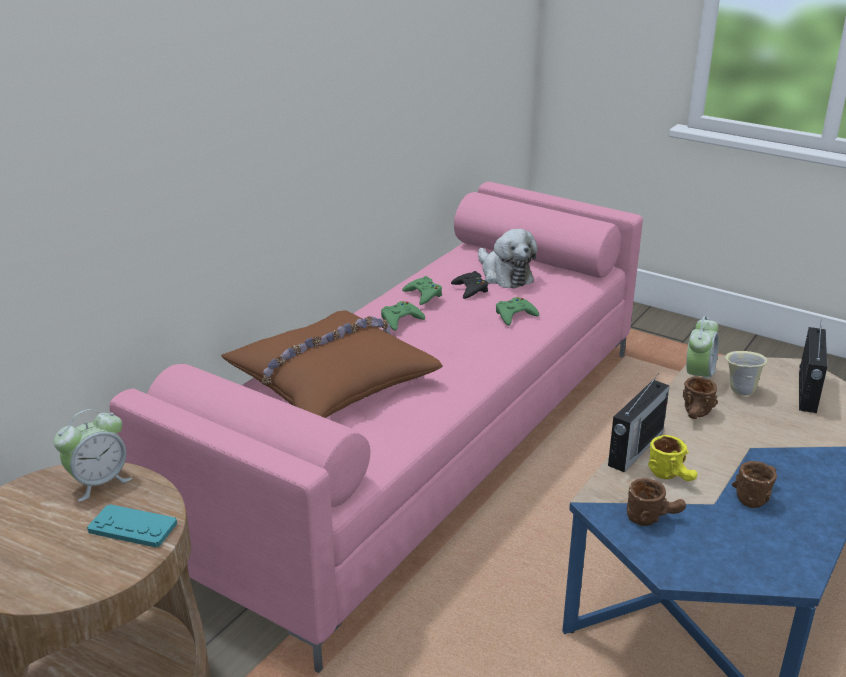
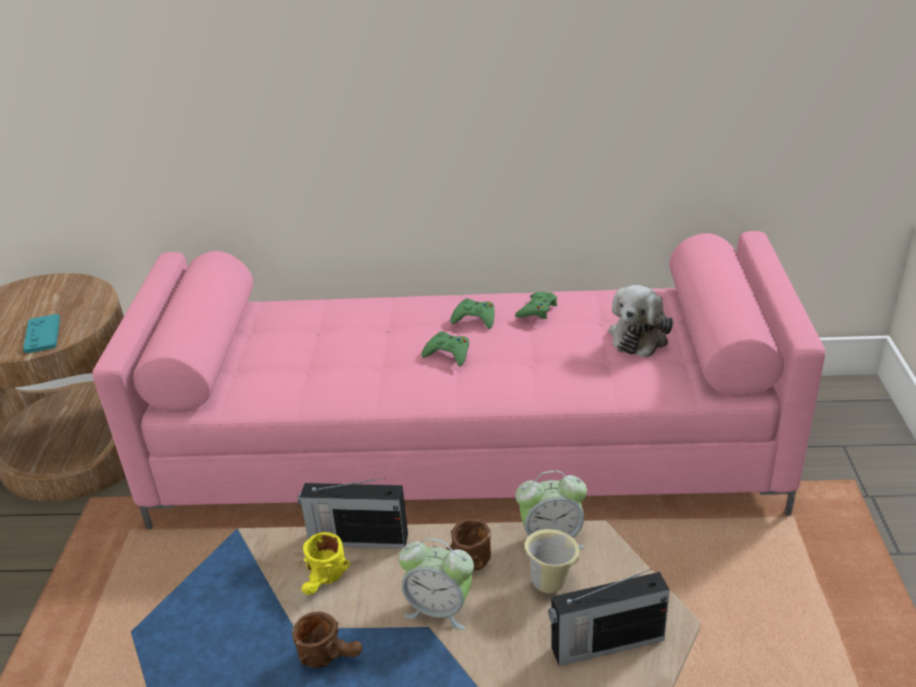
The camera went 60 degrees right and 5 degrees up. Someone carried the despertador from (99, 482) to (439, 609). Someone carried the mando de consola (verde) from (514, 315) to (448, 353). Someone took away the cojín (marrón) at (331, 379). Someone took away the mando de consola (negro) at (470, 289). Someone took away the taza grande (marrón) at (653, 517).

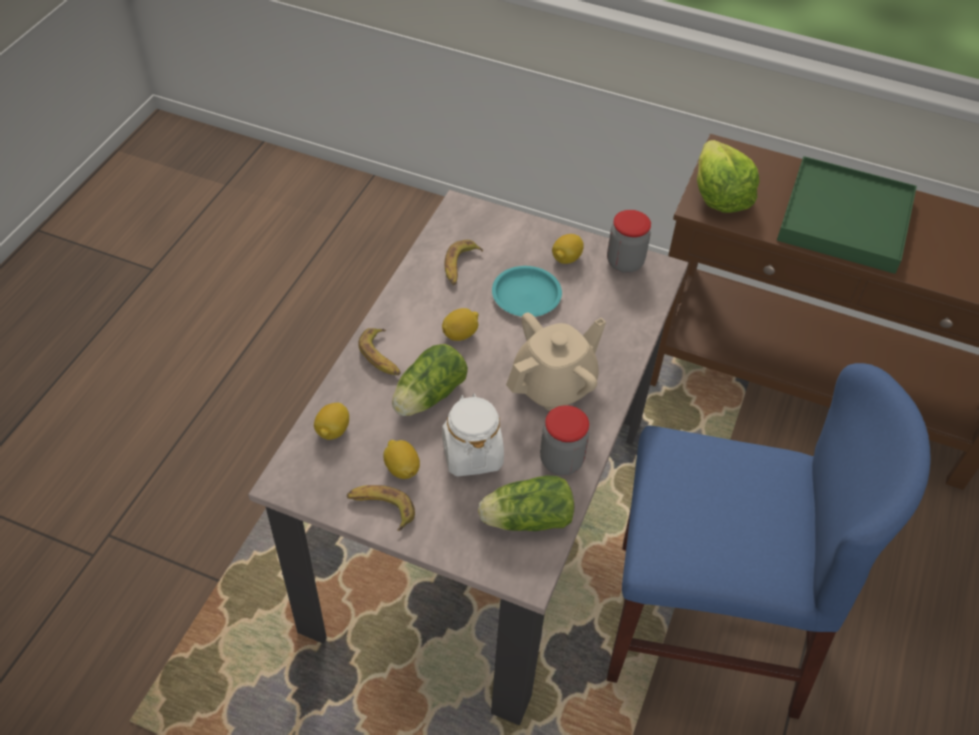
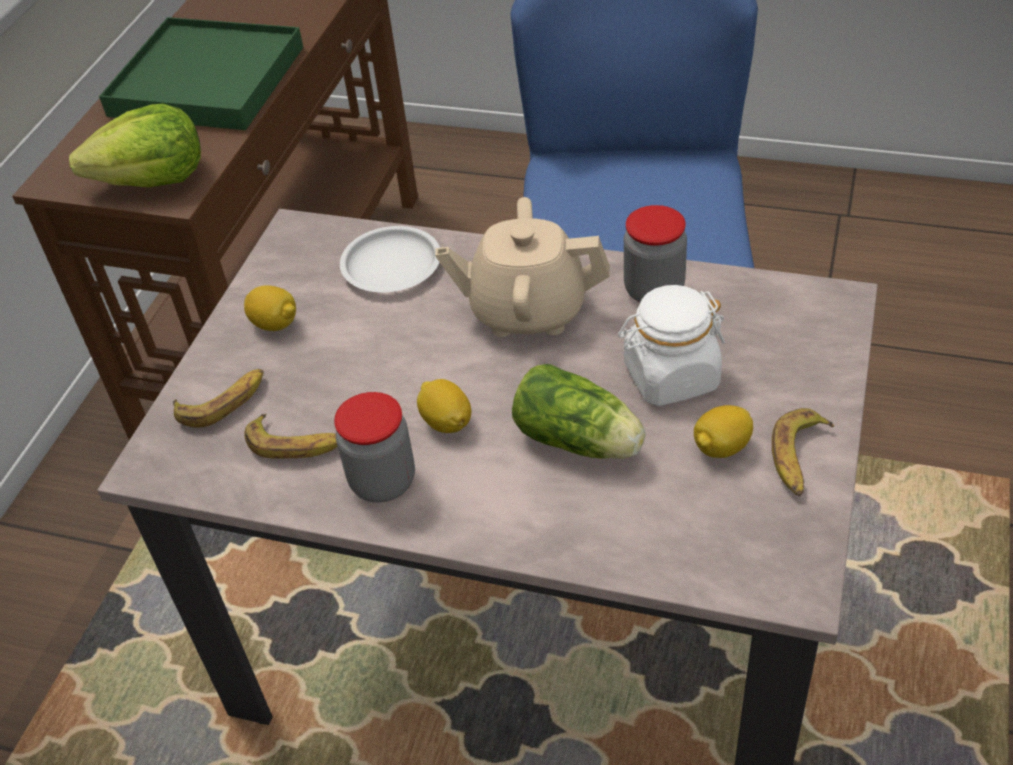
The camera went 90 degrees left and 5 degrees down. Someone carried the plátano from (381, 357) to (223, 402). Someone carried the tarro from (625, 262) to (383, 482). Someone put down the plato (blanco) at (392, 265). Someone rotated the tetera (beis) at (554, 384) by 45 degrees counterclockwise. Someone took away the limón at (333, 430). Someone took away the lechuga at (524, 519). Someone took away the plato (turquesa) at (527, 295).

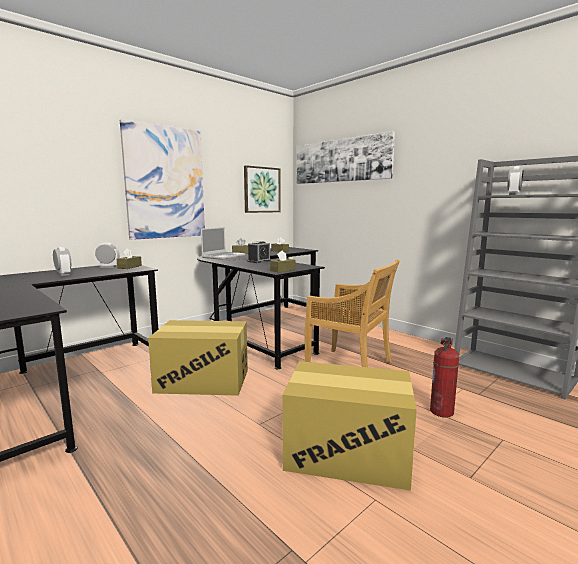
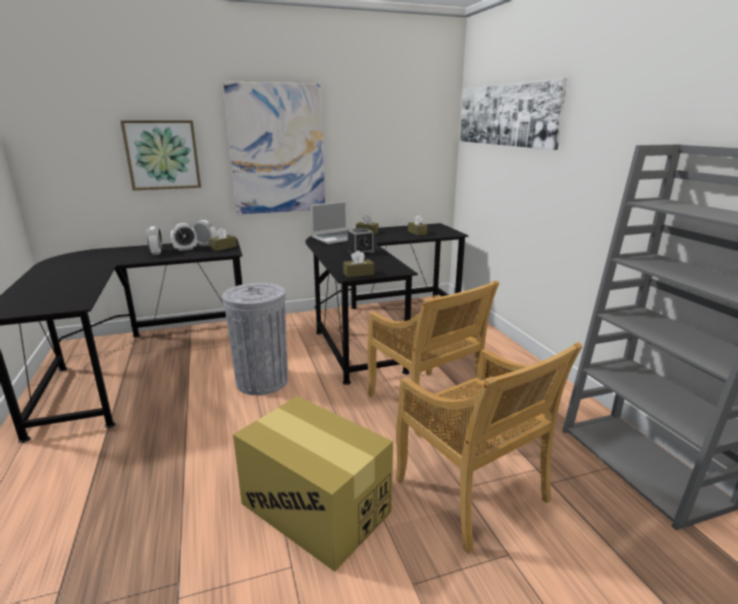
The camera went 25 degrees right and 10 degrees up. Someone carried the cuadro from (261, 190) to (162, 155). Someone carried the despertador from (513, 195) to (185, 249). Someone swapped the caja de cartón at (202, 381) for the papelera (gris) at (262, 381). Someone swapped the extintor at (442, 412) for the silla (beis) at (472, 492).

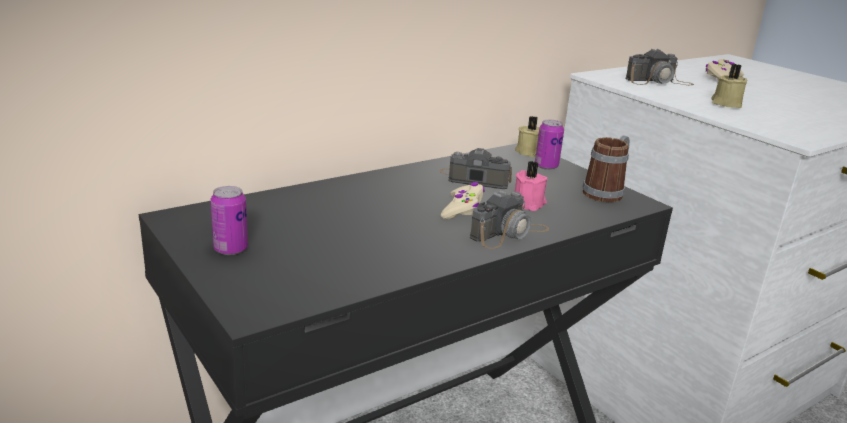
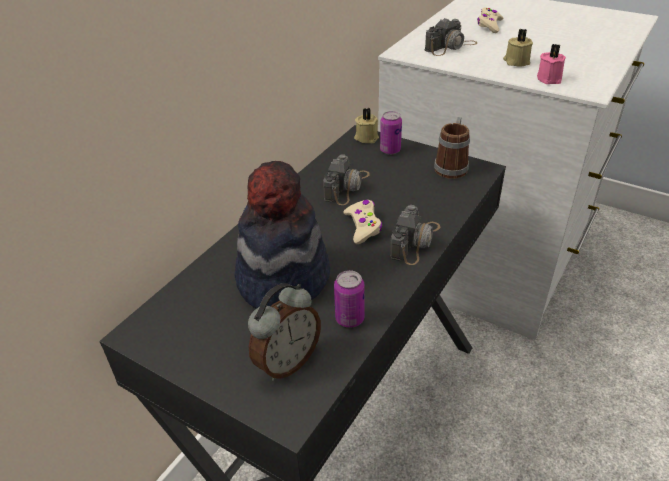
The camera went 20 degrees left and 15 degrees up. Someone put down the sombrero at (282, 278). Someone put down the despertador at (287, 362). Someone rotated the cámara at (474, 179) by 120 degrees clockwise. Someone carried the lata from (231, 249) to (349, 319). Someone carried the vela (rosa) from (529, 204) to (550, 78).

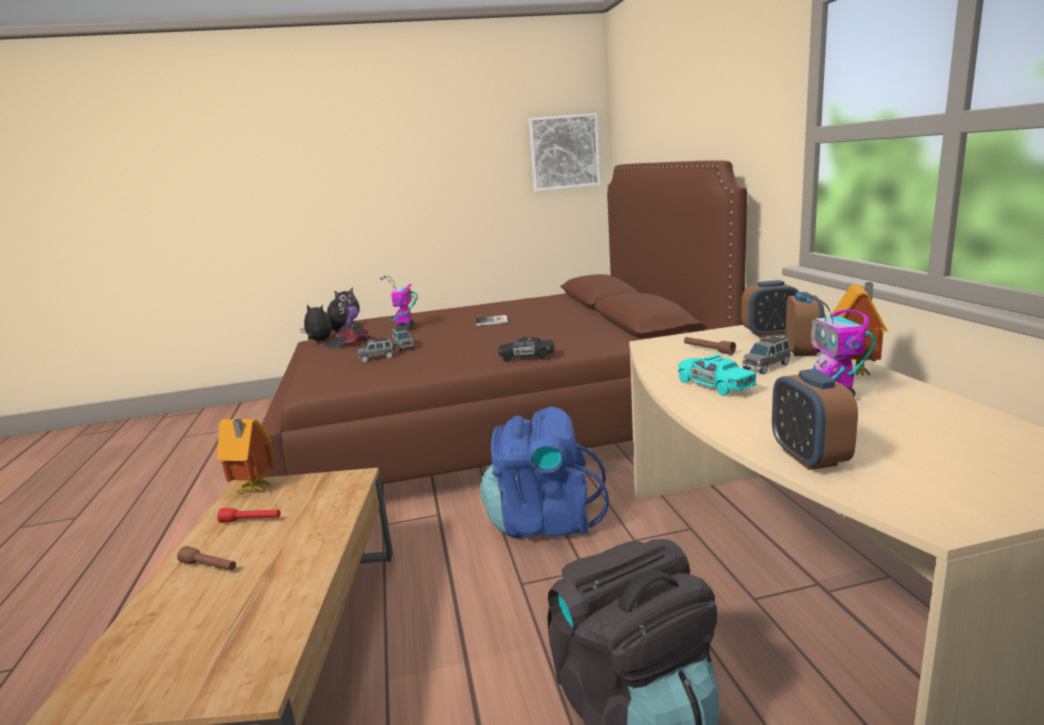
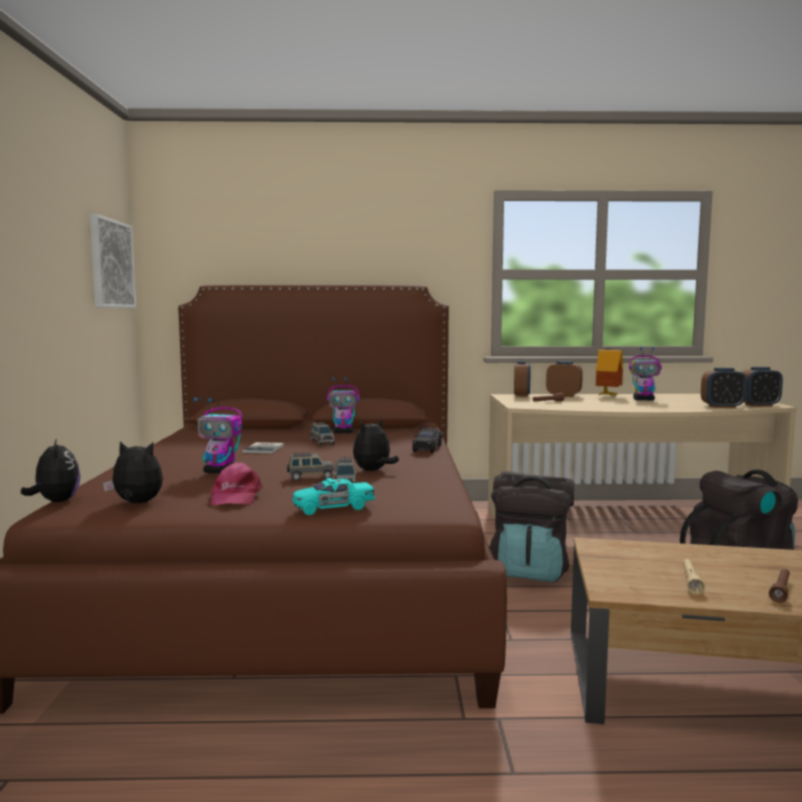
The camera went 80 degrees left and 10 degrees down. Someone repainted the gorra (negro) at (349, 343), which became the gorra (rosa) at (235, 497). Someone carried the coche de juguete (turquesa) from (714, 385) to (333, 508). Someone carried the coche de juguete (gris) from (766, 367) to (322, 442). Someone put down the robot de juguete at (344, 432). Someone carried the peluche from (319, 341) to (373, 471). Someone repainted the mochila (azul) at (543, 521), which became the mochila (negro) at (530, 570). Someone repainted the linterna (rojo) at (251, 520), which became the linterna (beis) at (690, 581). Someone put down the despertador at (758, 405). Someone took away the casita at (253, 489).

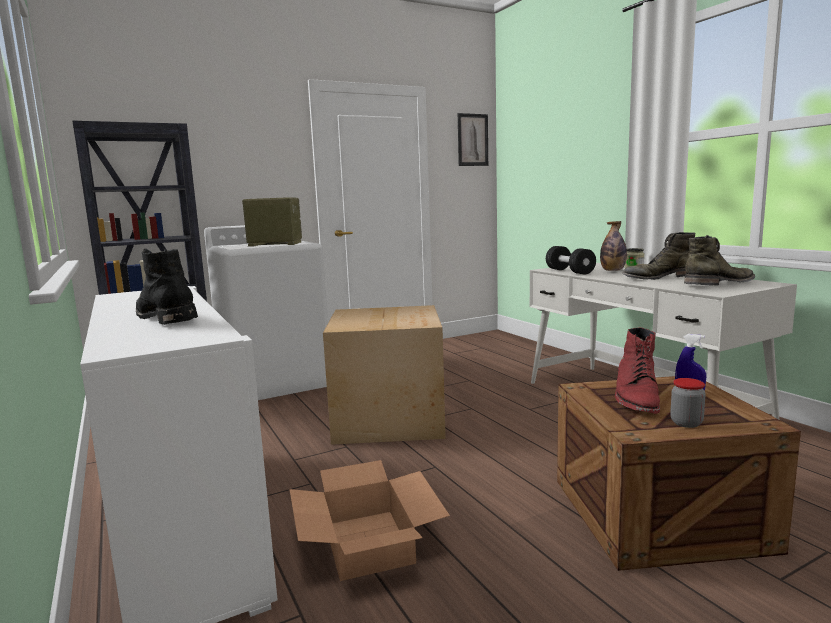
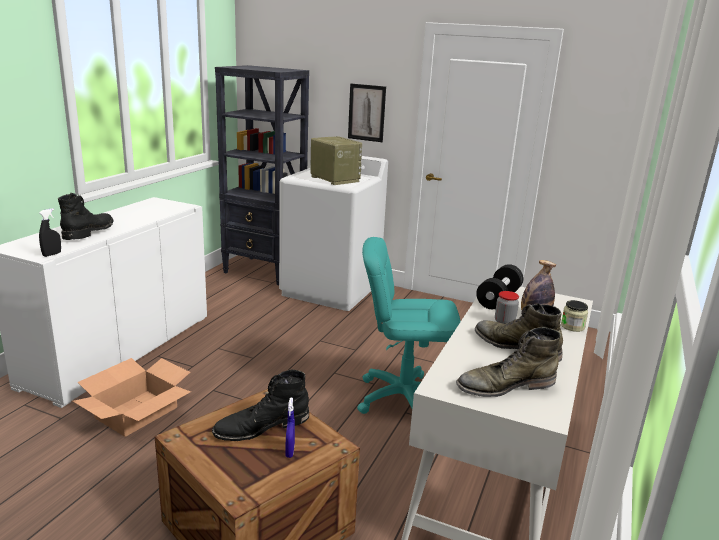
The camera went 50 degrees right and 10 degrees up. Someone put down the pulverizador (negro) at (52, 254). Someone repainted the bota (rojo) at (636, 398), which became the bota (negro) at (261, 426). Someone carried the cuadro from (472, 140) to (366, 112). Someone put down the silla de oficina (turquesa) at (403, 399). Someone rotated the bota (verde) at (720, 284) by 135 degrees clockwise. Someone carried the tarro from (686, 423) to (504, 322). Someone took away the caja de cartón at (390, 418).

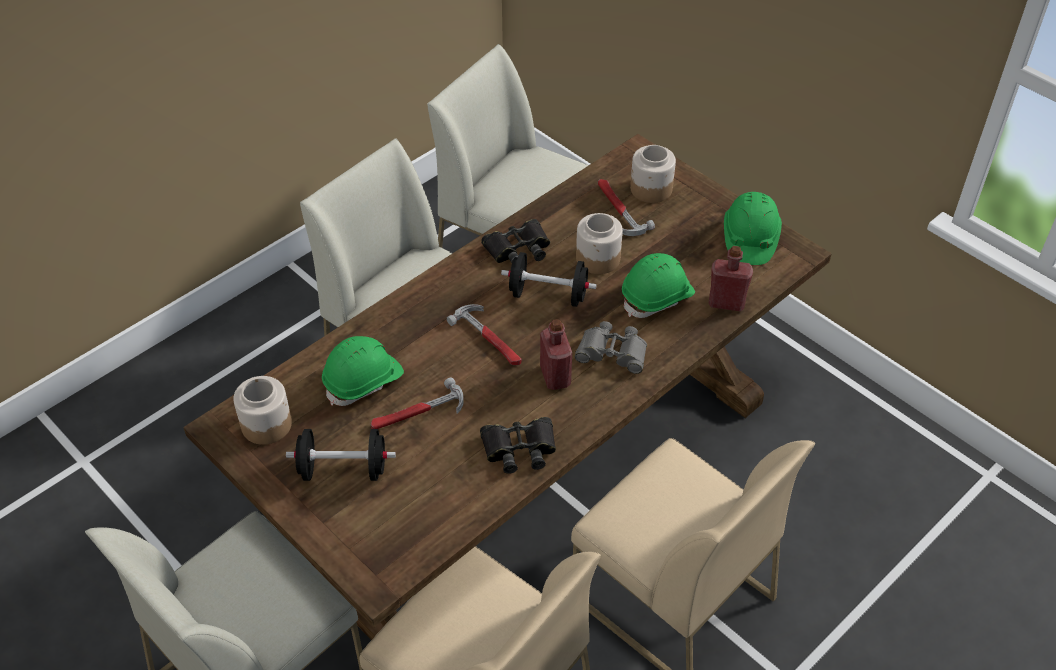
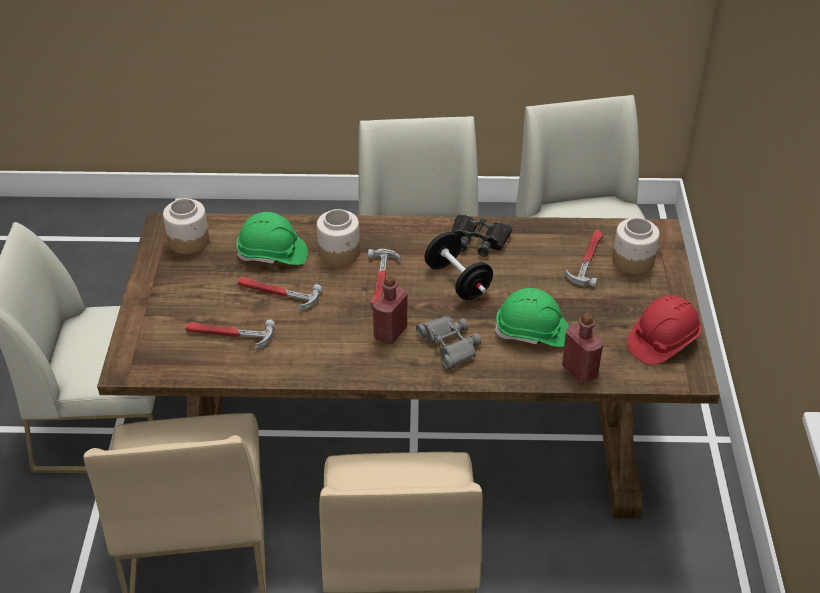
The camera went 45 degrees right and 5 degrees down. Someone put down the martillo at (229, 335). Someone carried the tarro from (598, 258) to (339, 252). Someone repainted the casco (verde) at (749, 239), which became the casco (rojo) at (662, 341). Someone took away the mancuerna (negro) at (343, 470). Someone took away the prismáticos (negro) at (519, 448).

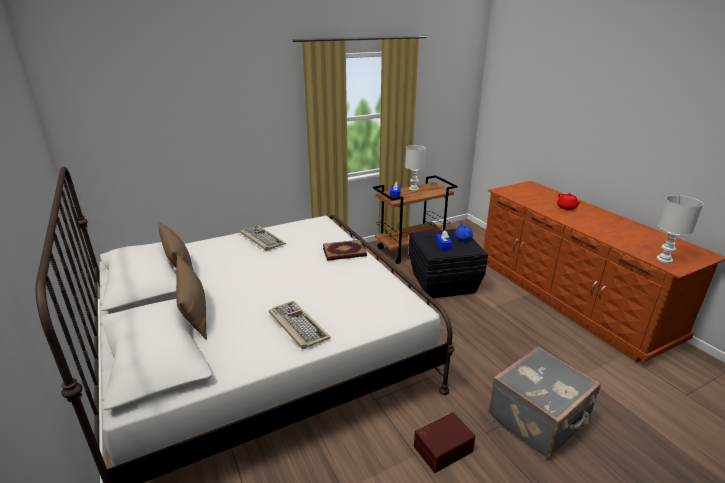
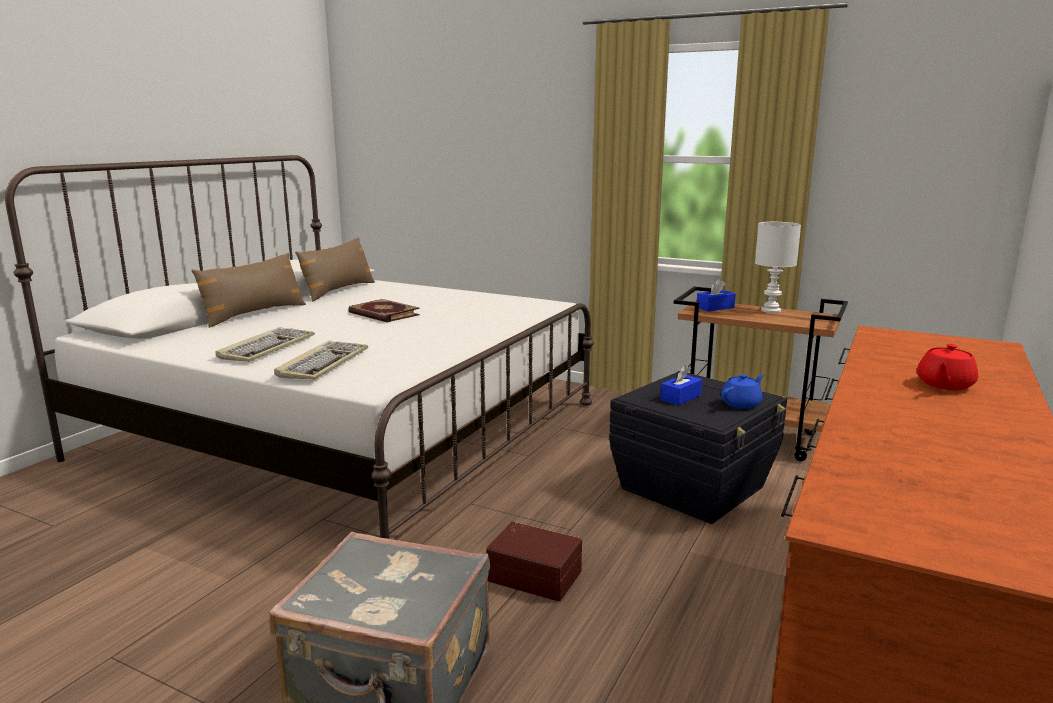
The camera went 55 degrees right and 10 degrees down. Someone carried the teclado from (261, 239) to (323, 364). Someone carried the libro from (344, 252) to (383, 314). Someone carried the caja de almacenaje (marrón) from (442, 447) to (535, 574). Someone took away the lámpara de mesa (blanco) at (664, 259).

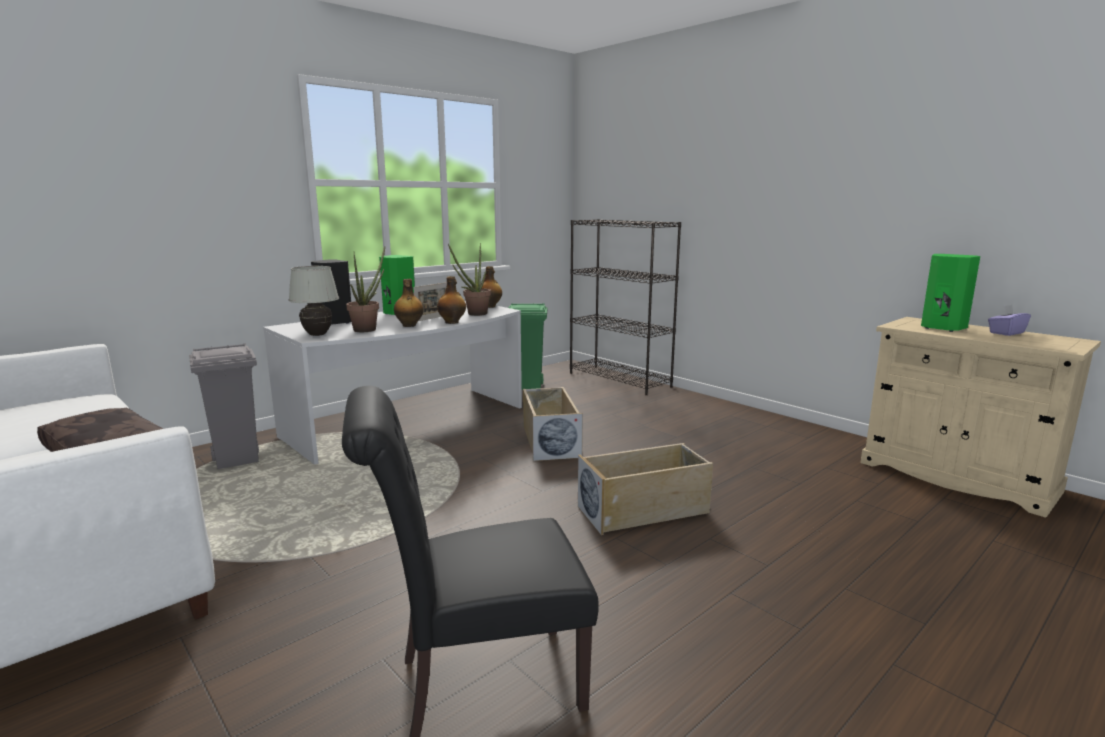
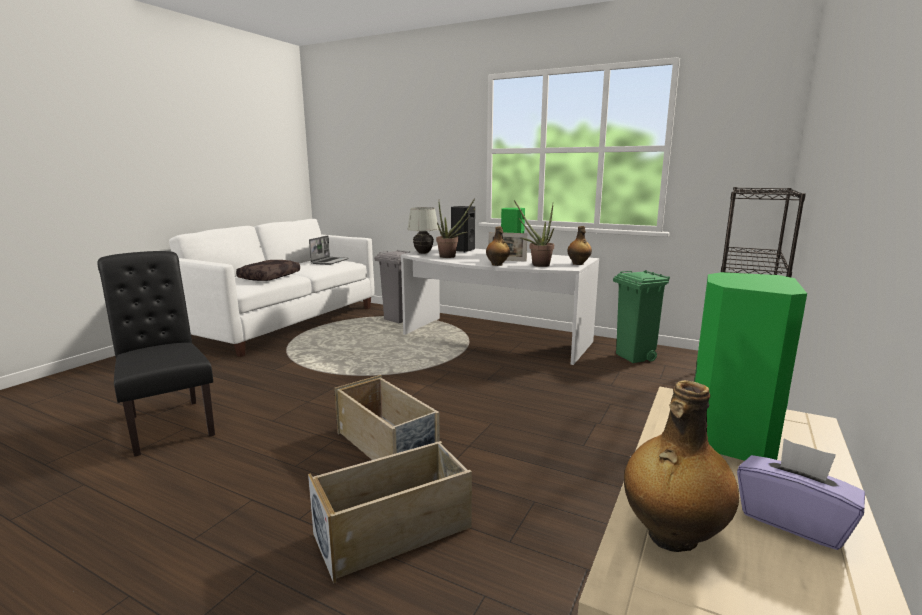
The camera went 70 degrees right and 0 degrees up. Someone carried the caja de almacenaje (beis) from (549, 441) to (394, 531). Someone put down the portátil at (329, 261). Someone carried the botella from (409, 325) to (671, 537).

